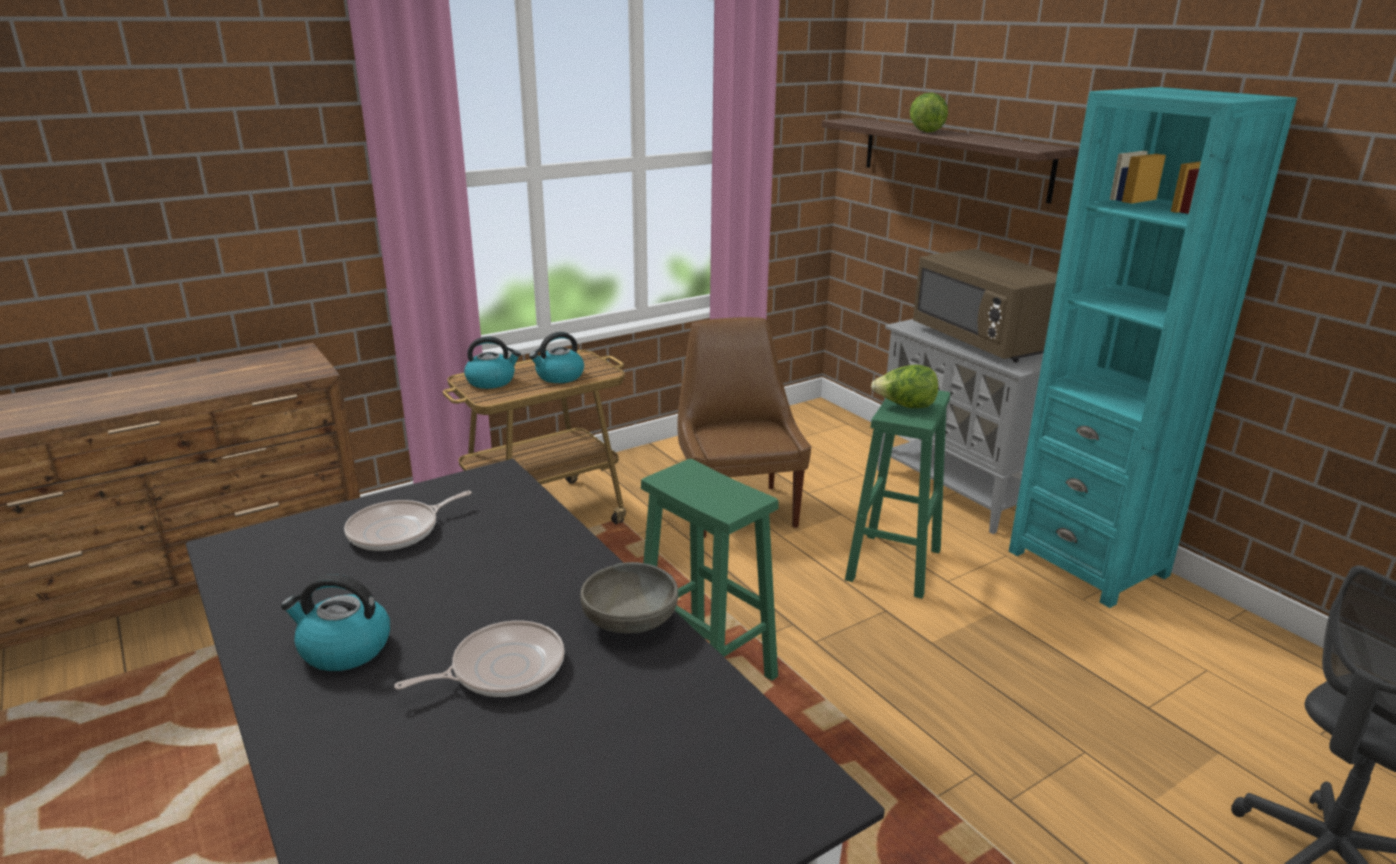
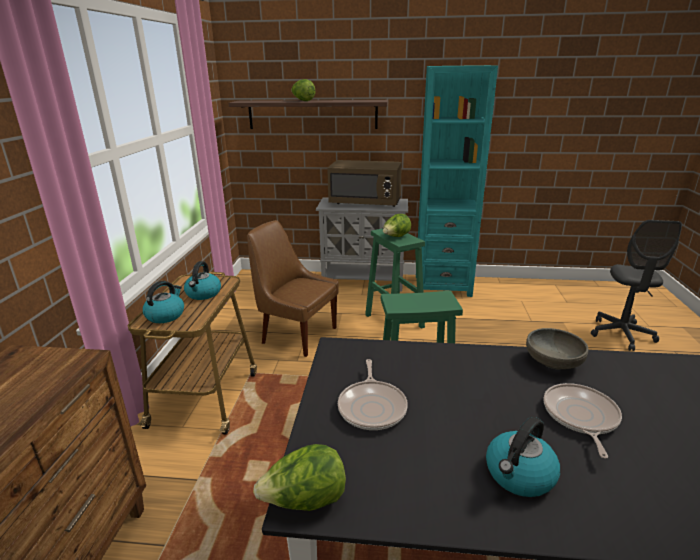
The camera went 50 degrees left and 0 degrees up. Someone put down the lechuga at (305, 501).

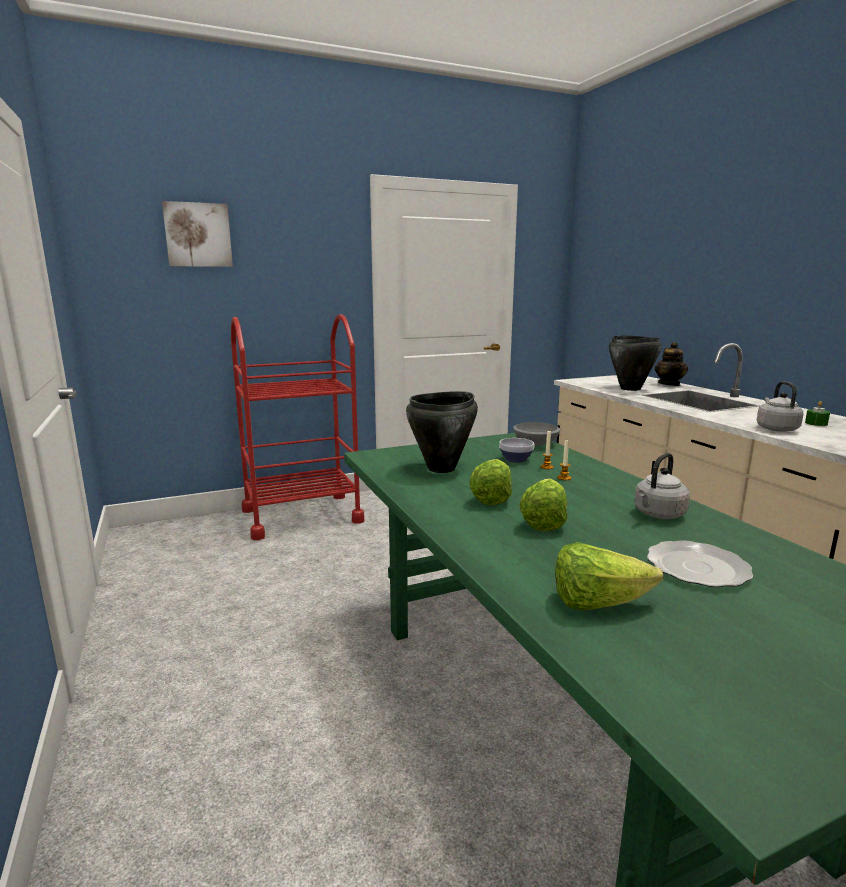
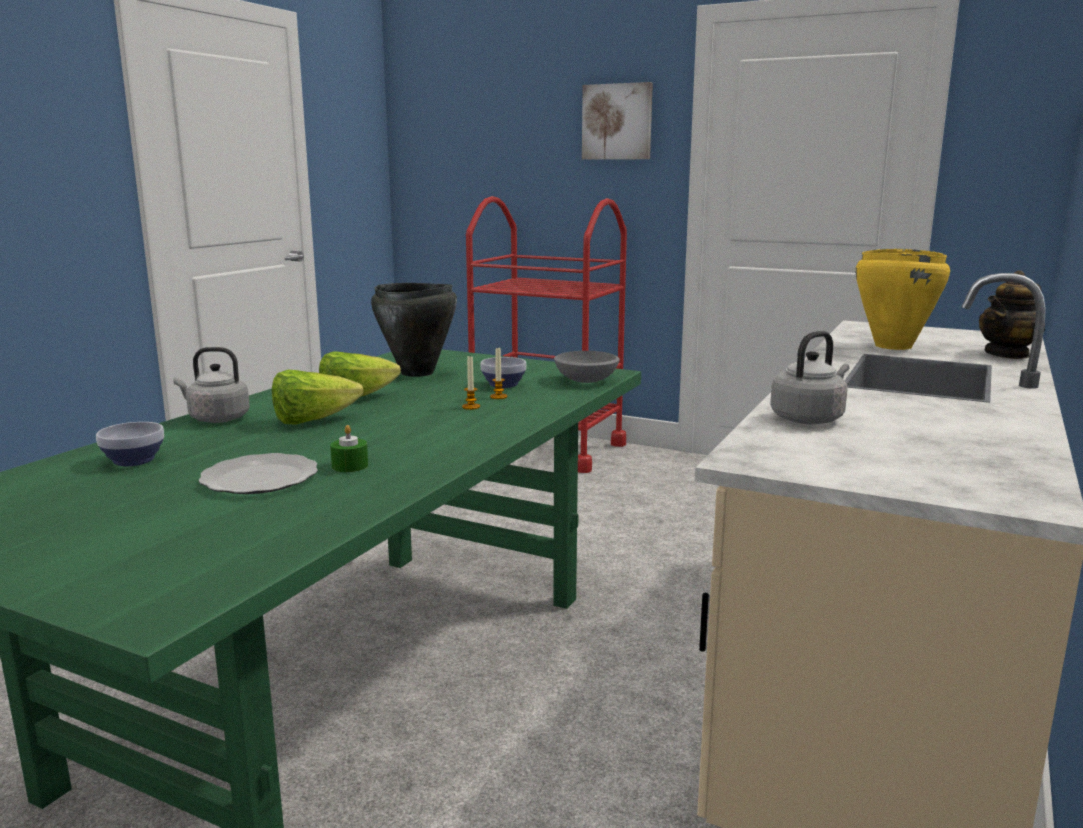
The camera went 50 degrees right and 0 degrees up. Someone swapped the lechuga at (597, 603) for the cuenco at (135, 460). Someone carried the hervidor (gris) from (658, 514) to (216, 418). Someone carried the vela (verde) from (816, 423) to (350, 466). Someone carried the cuadro from (198, 235) to (617, 122). Someone repainted the olla (negro) at (630, 389), which became the olla (amarillo) at (892, 346).

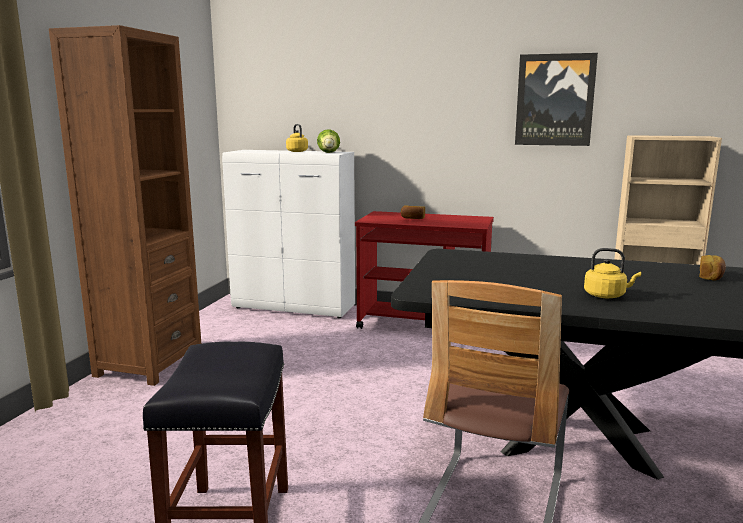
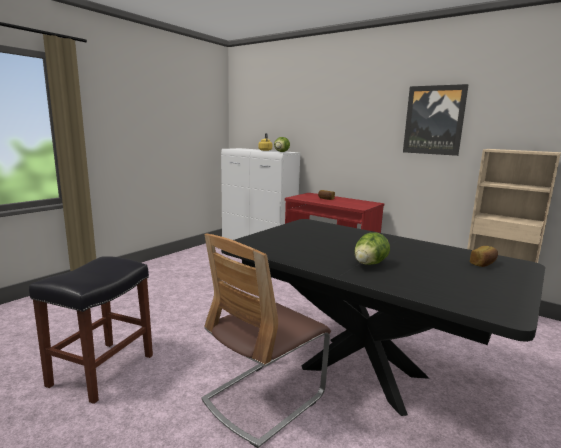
The camera went 20 degrees right and 0 degrees up. Someone swapped the hervidor (amarillo) at (606, 295) for the lechuga at (369, 264). Someone took away the estantería (marrón) at (149, 364).

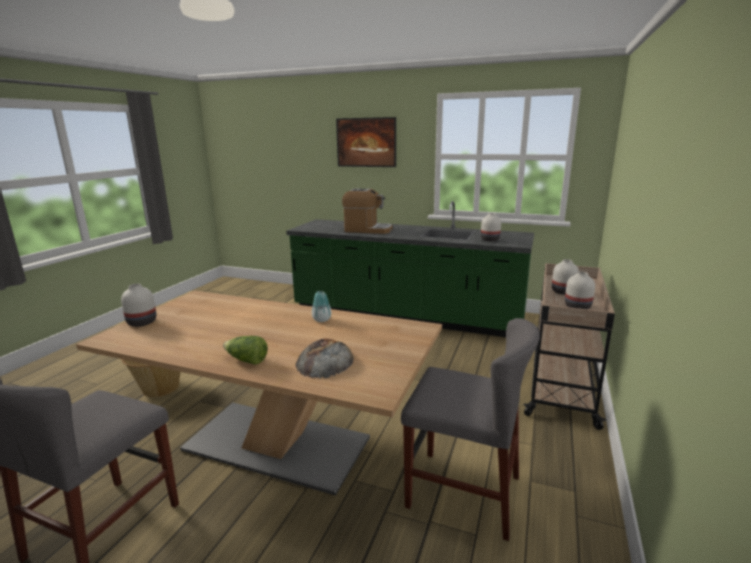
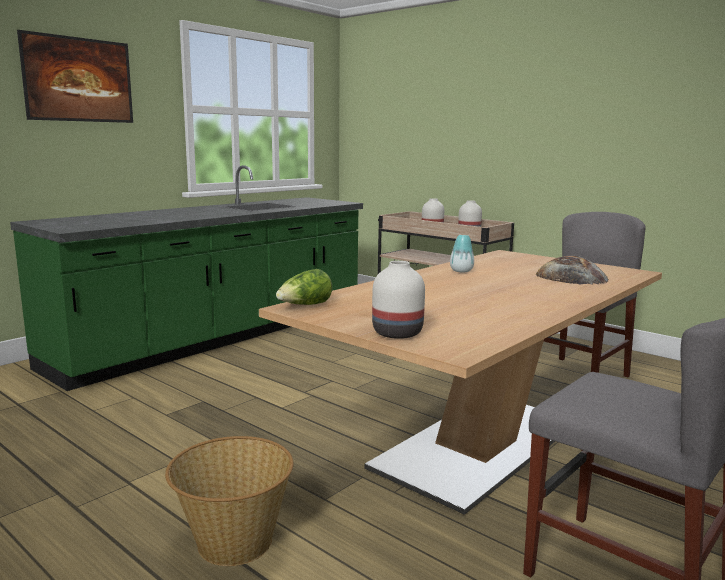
The camera went 70 degrees left and 5 degrees down. Someone carried the lechuga from (246, 360) to (305, 306). Someone took away the cafetera at (367, 230). Someone took away the florero (blanco) at (490, 240).

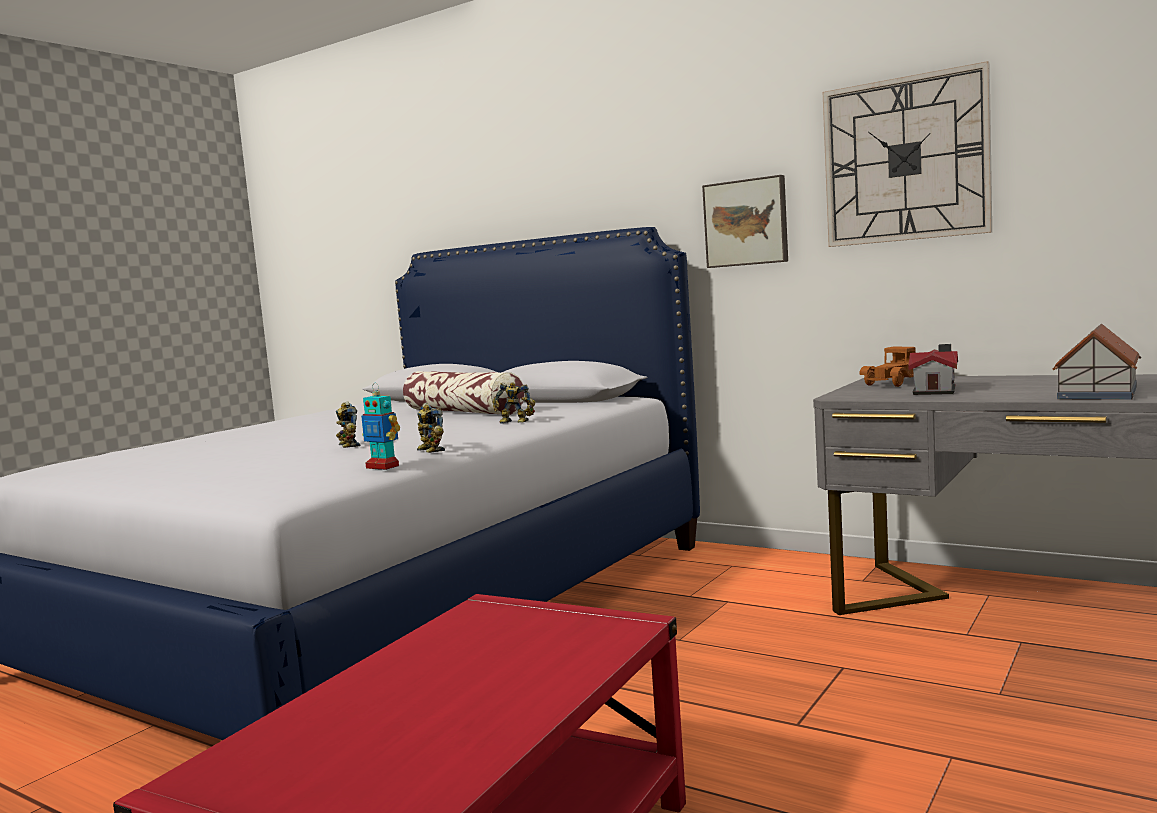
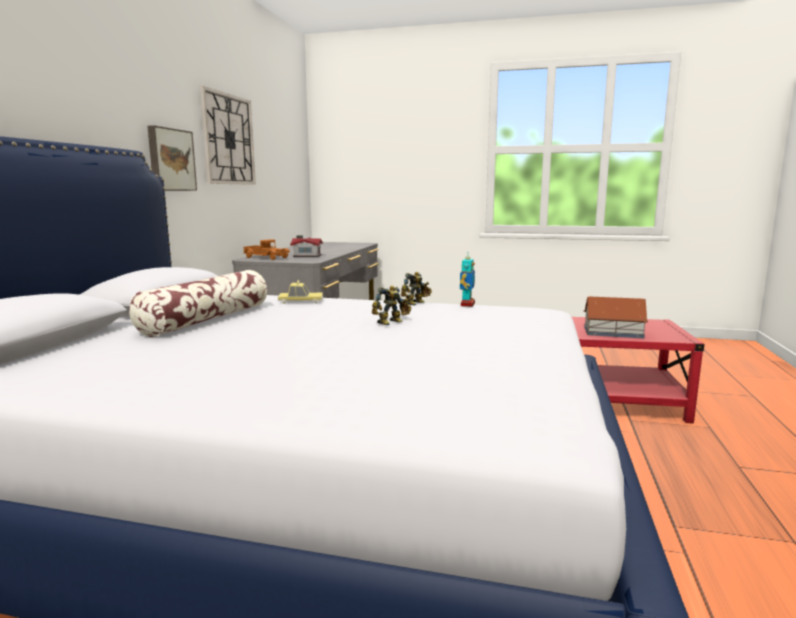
The camera went 110 degrees left and 5 degrees up. Someone swapped the robot de juguete at (514, 422) for the coche de juguete at (301, 301). Someone carried the casita from (1096, 392) to (613, 332).

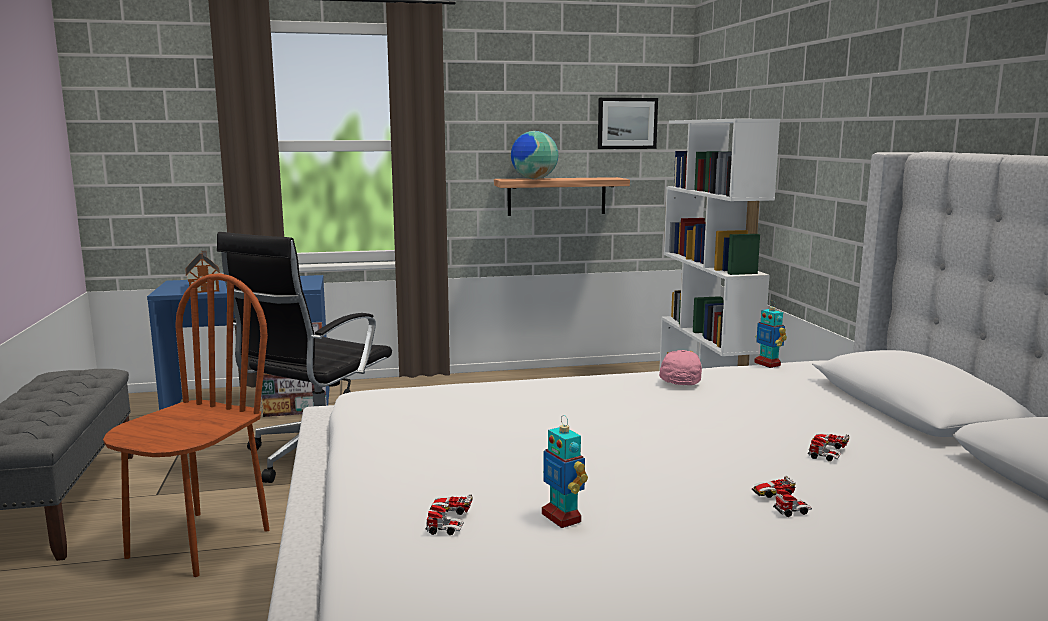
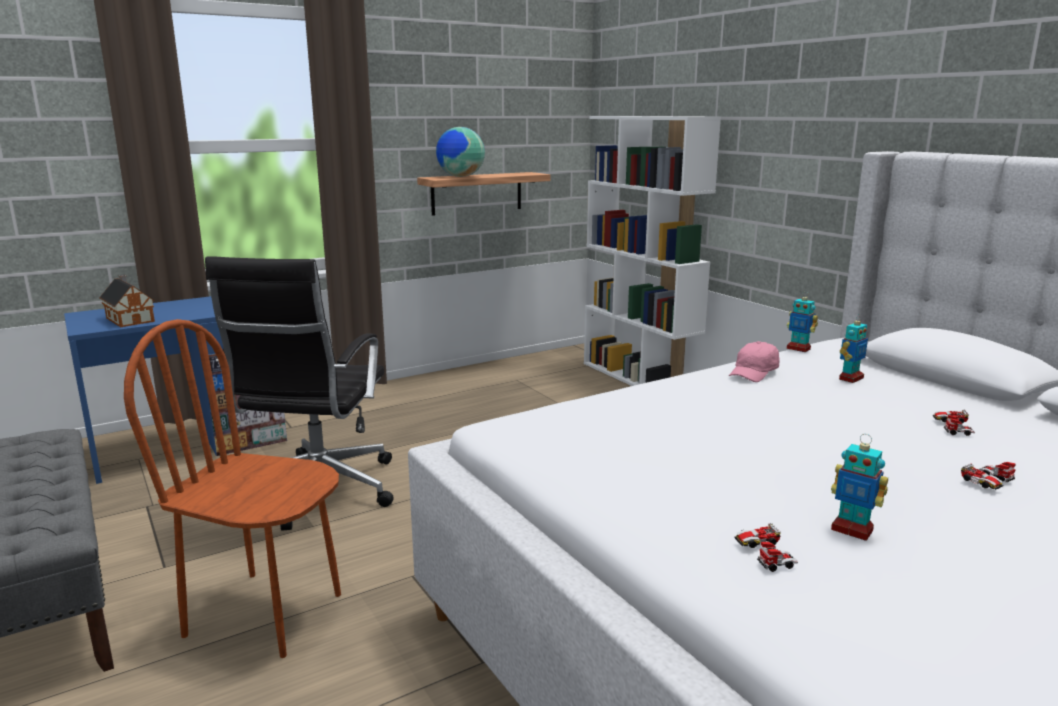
The camera went 20 degrees left and 5 degrees up. Someone rotated the silla (marrón) at (198, 543) by 75 degrees counterclockwise. Someone rotated the gorra (rosa) at (680, 380) by 135 degrees counterclockwise. Someone put down the robot de juguete at (850, 378). Someone rotated the coche de juguete at (780, 503) by 90 degrees counterclockwise. Someone took away the cuadro at (627, 123).

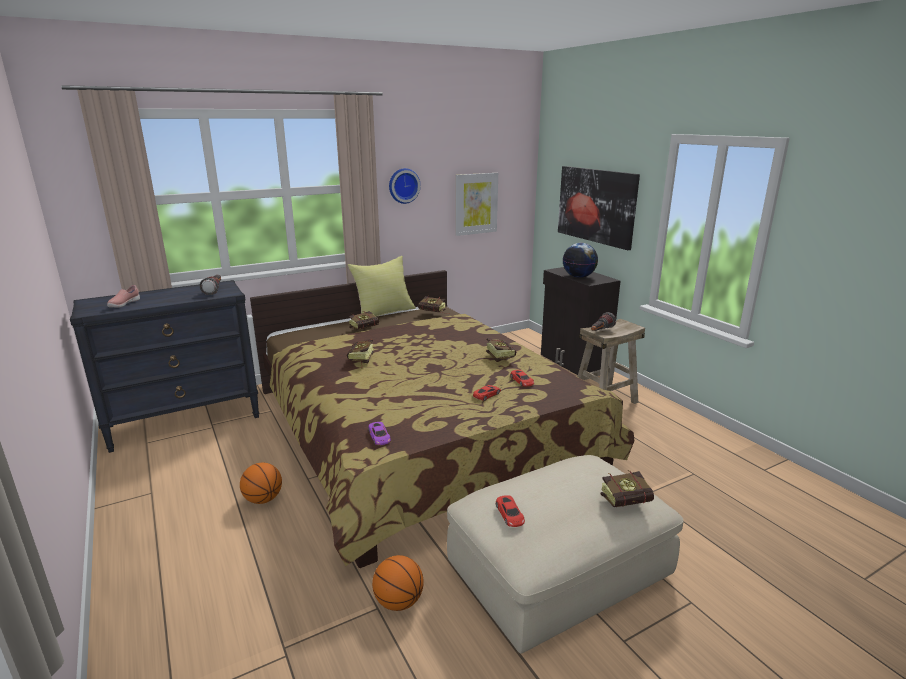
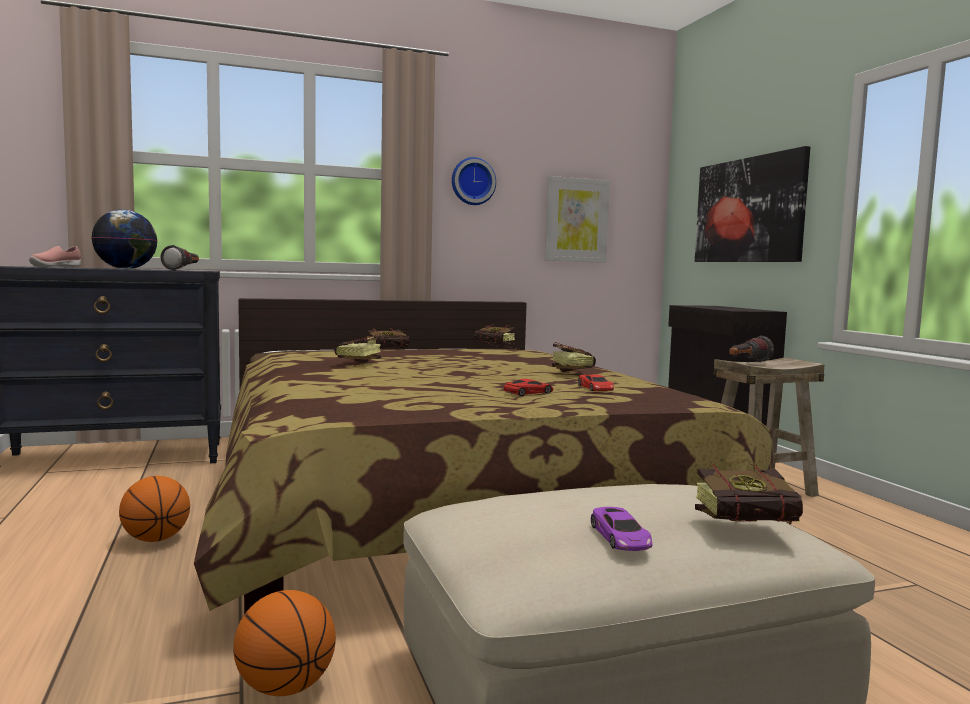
The camera went 10 degrees right and 15 degrees down. Someone carried the globo terráqueo from (578, 277) to (126, 269). Someone carried the coche de juguete (morado) from (379, 436) to (620, 537). Someone took away the cojín (amarillo) at (384, 312). Someone took away the coche de juguete (rojo) at (510, 514).

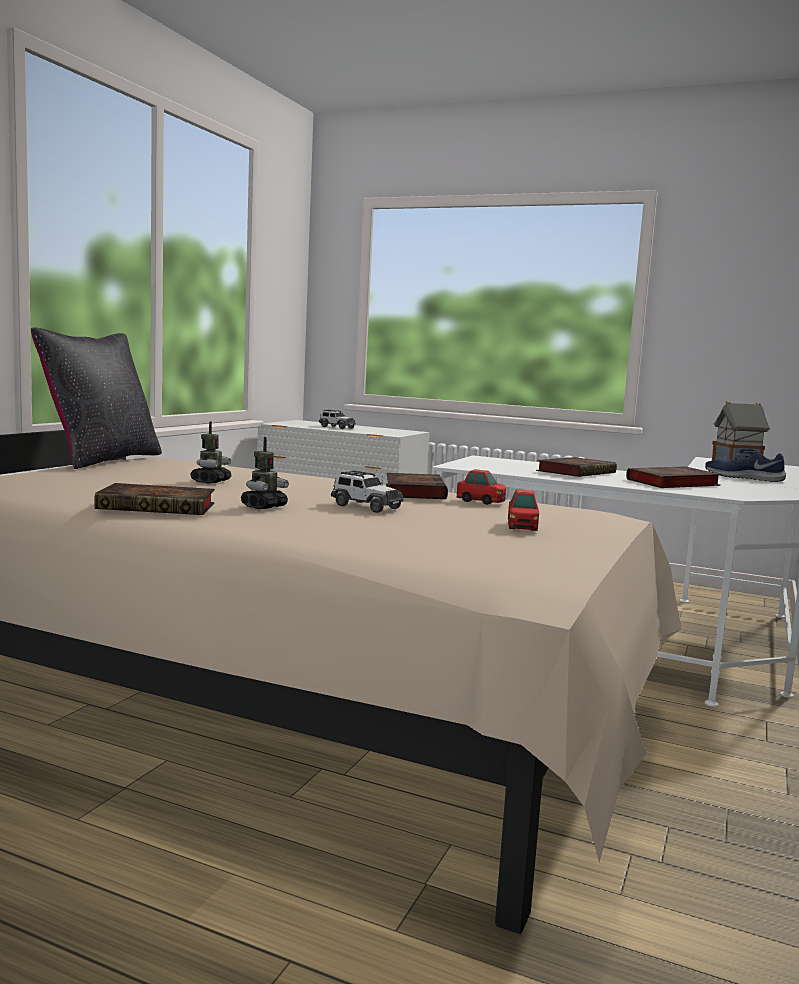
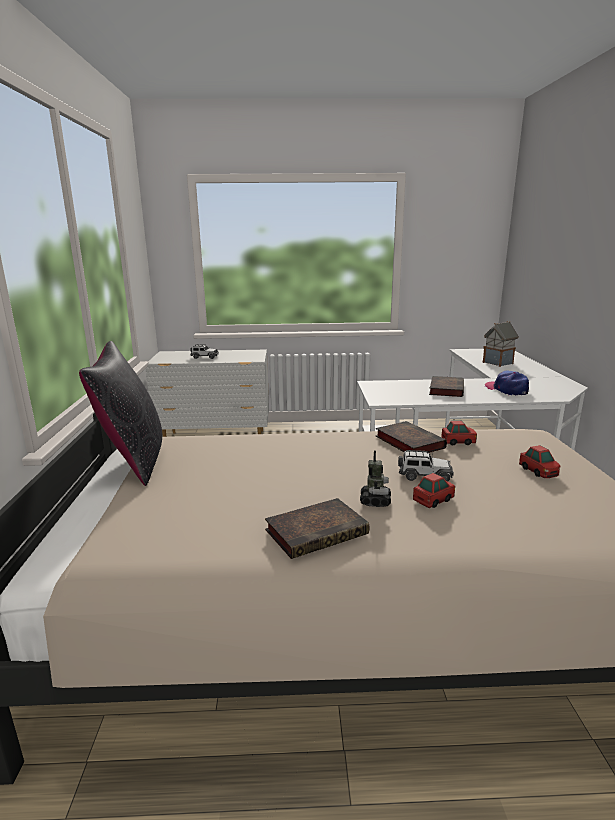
The camera went 25 degrees left and 10 degrees up. Someone put down the coche de juguete at (434, 500). Someone swapped the libro at (671, 483) for the gorra at (506, 389). Someone took away the robot de juguete at (210, 481). Someone took away the zapato (azul) at (743, 477).

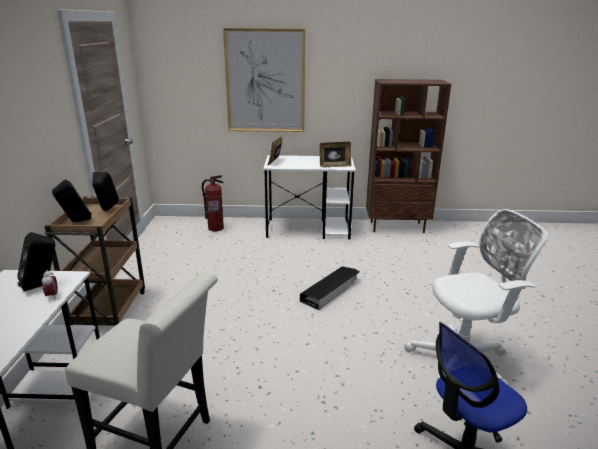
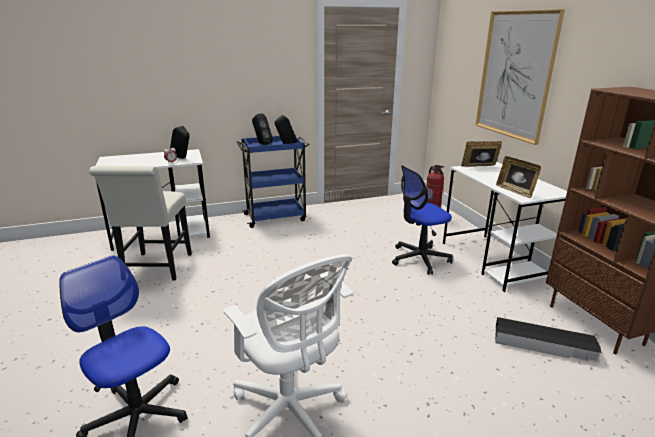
The camera went 70 degrees right and 0 degrees up. Someone repainted the carrito (marrón) at (110, 310), which became the carrito (azul) at (276, 217). Someone put down the silla de oficina at (419, 259). Someone carried the caja de almacenaje (negro) from (331, 290) to (544, 344).

